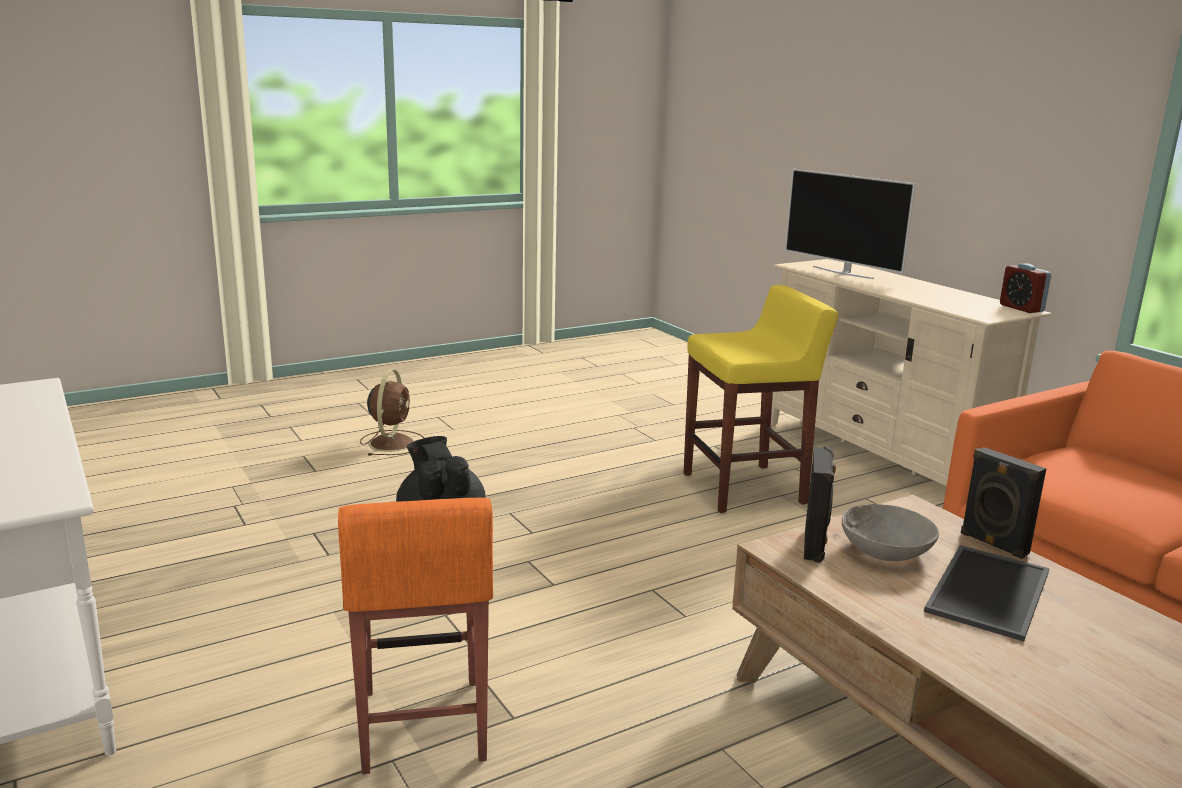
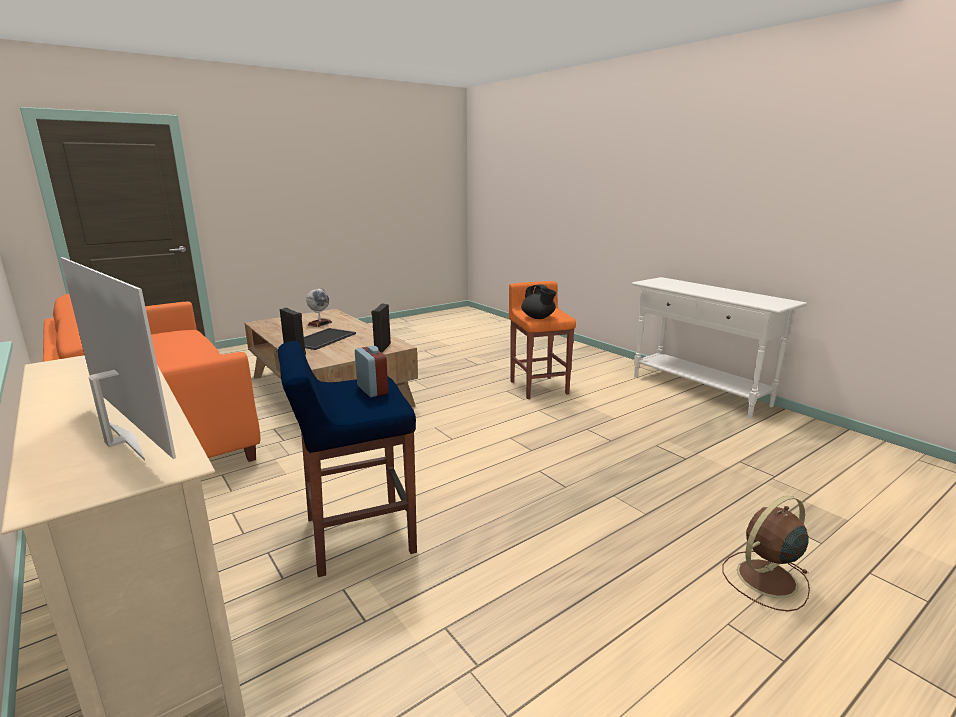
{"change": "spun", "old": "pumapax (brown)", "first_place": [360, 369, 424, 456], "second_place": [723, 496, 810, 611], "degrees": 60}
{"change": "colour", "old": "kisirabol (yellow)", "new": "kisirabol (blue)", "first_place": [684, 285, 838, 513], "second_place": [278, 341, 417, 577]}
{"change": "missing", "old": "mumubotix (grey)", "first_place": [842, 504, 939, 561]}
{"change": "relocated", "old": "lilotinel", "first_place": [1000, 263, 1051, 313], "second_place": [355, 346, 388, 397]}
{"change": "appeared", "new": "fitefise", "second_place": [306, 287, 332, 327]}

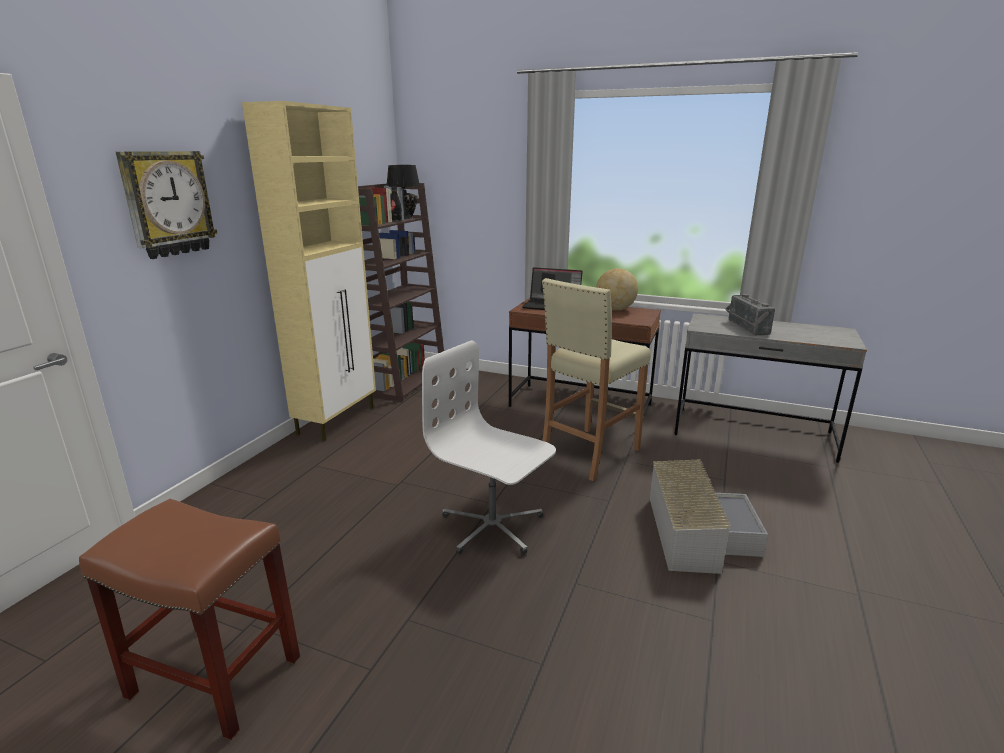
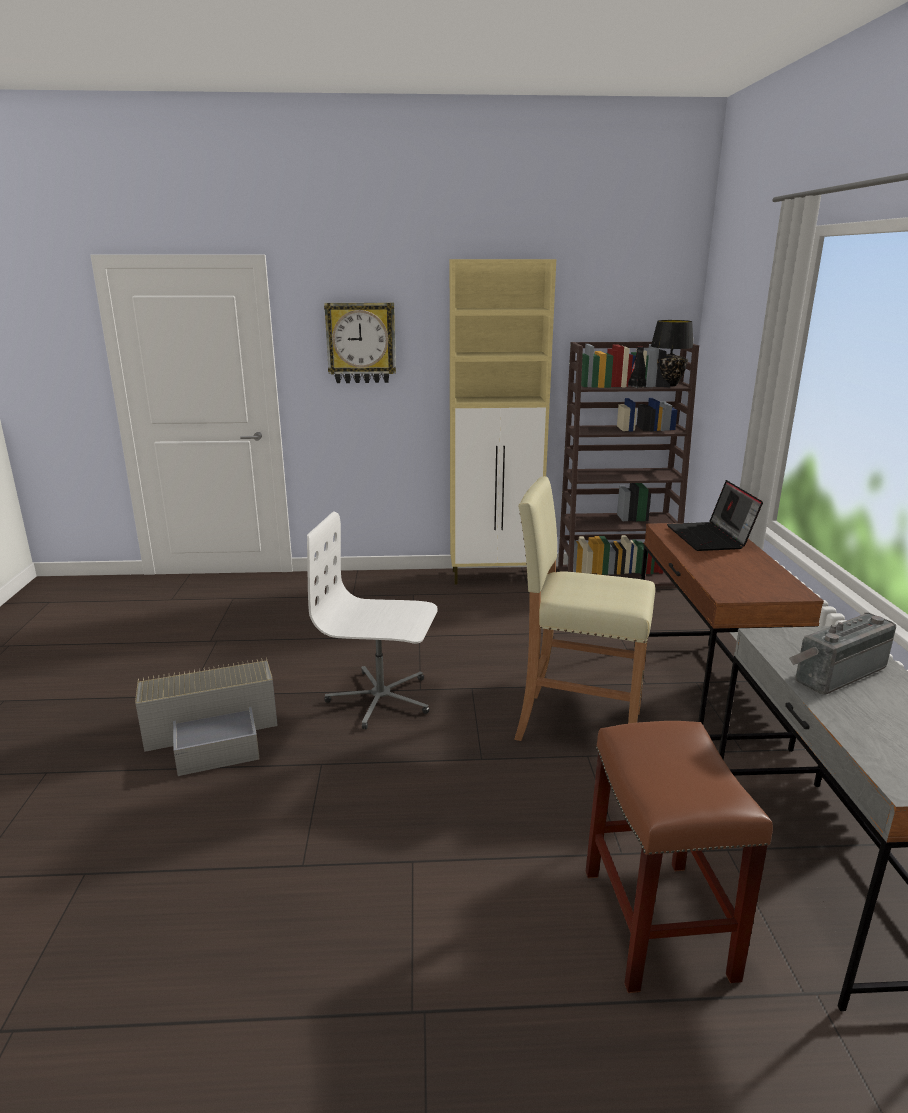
{"change": "relocated", "old": "kisirabol (brown)", "first_place": [79, 499, 300, 740], "second_place": [585, 721, 773, 993]}
{"change": "spun", "old": "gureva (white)", "first_place": [422, 340, 556, 555], "second_place": [307, 511, 438, 729], "degrees": -90}
{"change": "missing", "old": "fitefise", "first_place": [596, 268, 638, 310]}
{"change": "relocated", "old": "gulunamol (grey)", "first_place": [650, 459, 768, 574], "second_place": [135, 657, 278, 776]}

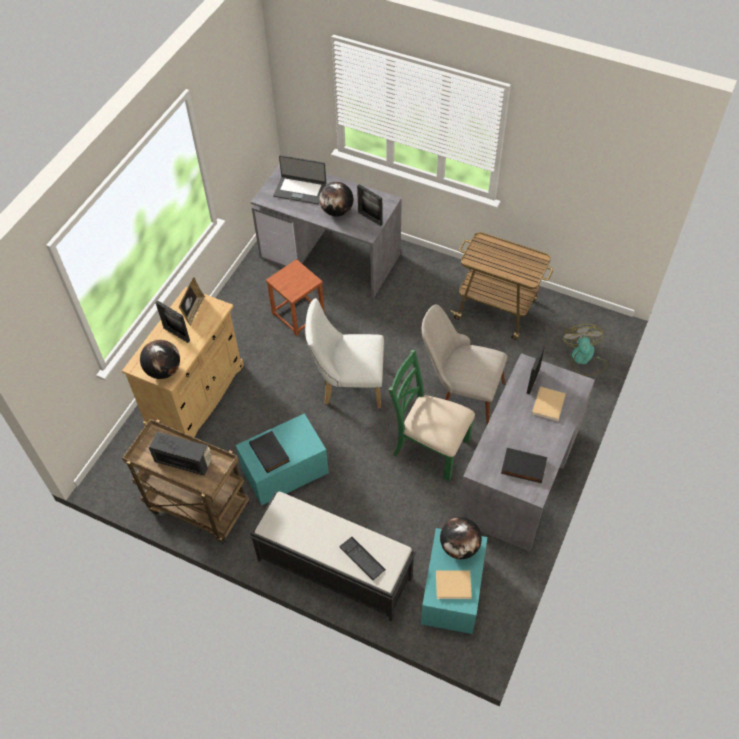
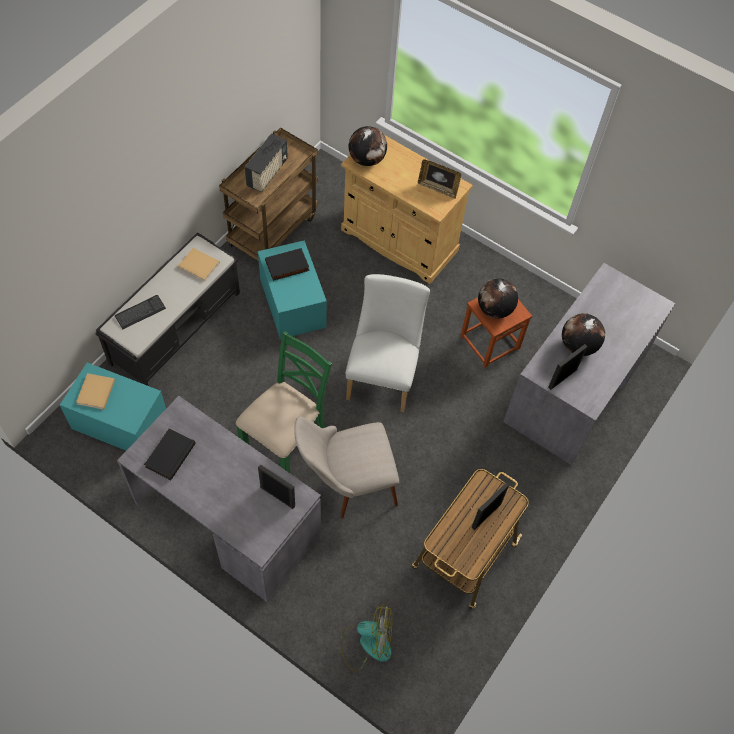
{"change": "relocated", "old": "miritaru", "first_place": [156, 301, 190, 343], "second_place": [471, 483, 509, 530]}
{"change": "missing", "old": "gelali", "first_place": [273, 155, 326, 204]}
{"change": "spun", "old": "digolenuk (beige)", "first_place": [422, 304, 507, 425], "second_place": [294, 417, 399, 519], "degrees": -135}
{"change": "relocated", "old": "fitefise", "first_place": [440, 517, 482, 560], "second_place": [478, 278, 518, 319]}
{"change": "relocated", "old": "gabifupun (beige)", "first_place": [532, 387, 566, 421], "second_place": [178, 248, 220, 282]}

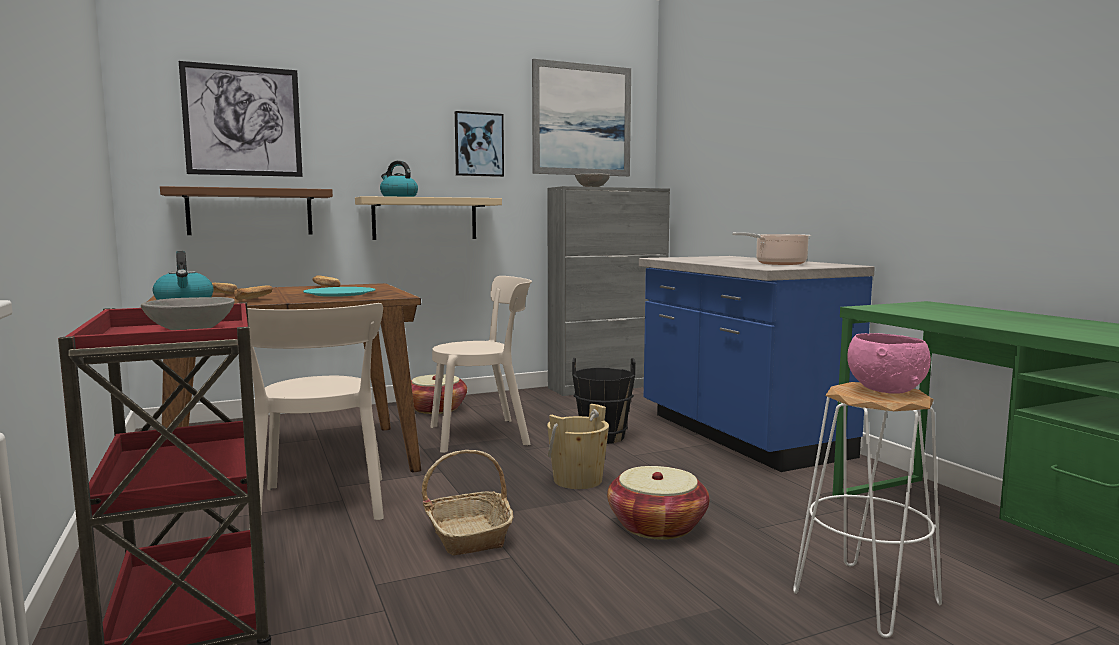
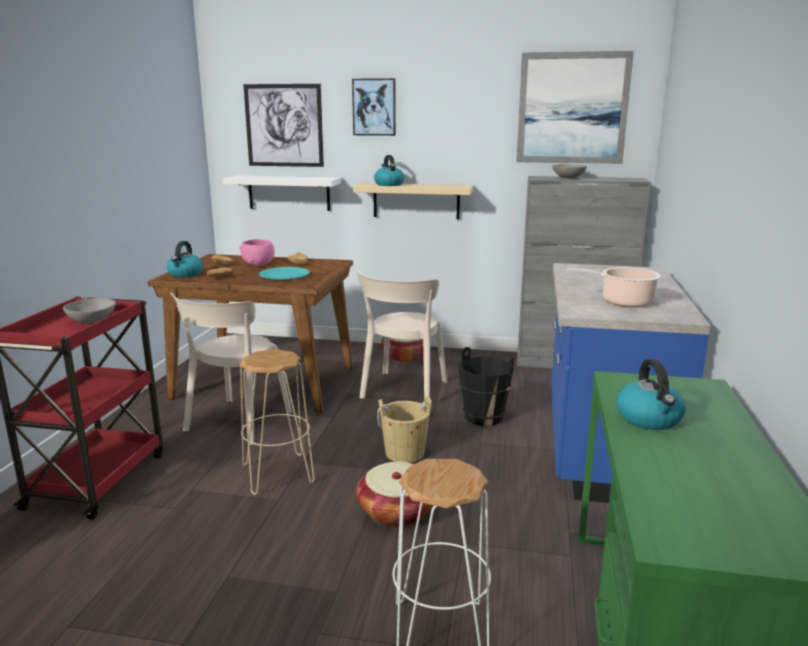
{"change": "colour", "old": "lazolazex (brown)", "new": "lazolazex (white)", "first_place": [160, 186, 333, 235], "second_place": [223, 175, 341, 211]}
{"change": "exchanged", "old": "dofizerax", "new": "kisirabol (beige)", "first_place": [422, 450, 513, 556], "second_place": [240, 349, 315, 495]}
{"change": "spun", "old": "digolenuk (beige)", "first_place": [431, 276, 532, 453], "second_place": [357, 273, 447, 399], "degrees": 90}
{"change": "relocated", "old": "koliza", "first_place": [455, 111, 504, 177], "second_place": [352, 78, 396, 136]}
{"change": "relocated", "old": "mumubotix (pink)", "first_place": [847, 333, 931, 394], "second_place": [239, 239, 274, 267]}
{"change": "appeared", "new": "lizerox", "second_place": [616, 359, 686, 430]}

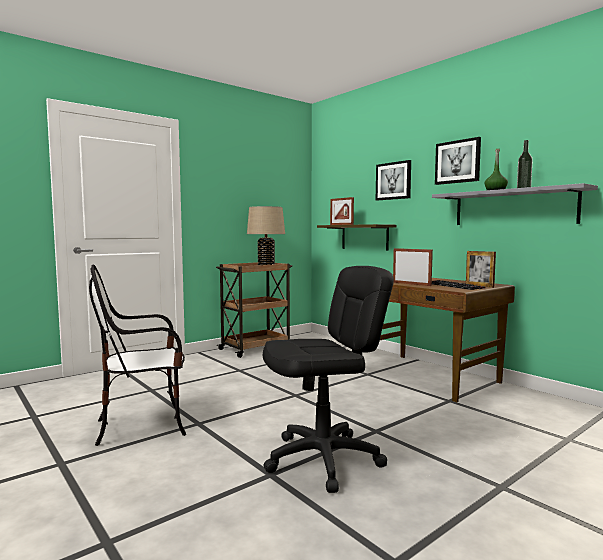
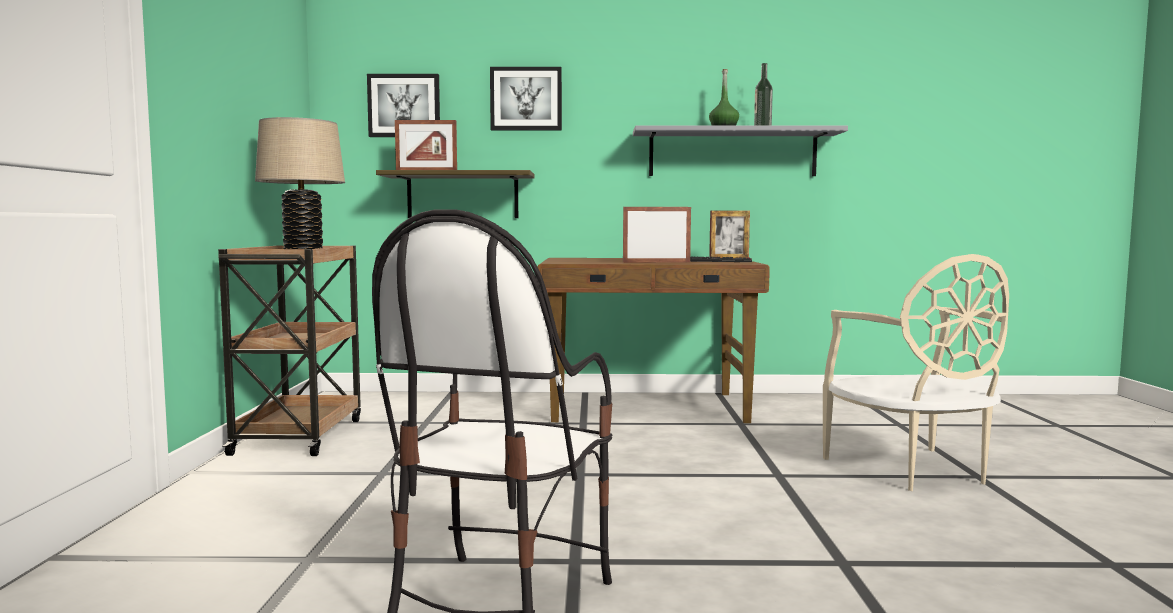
{"change": "missing", "old": "gureva (black)", "first_place": [263, 266, 394, 493]}
{"change": "relocated", "old": "koliza", "first_place": [435, 137, 481, 185], "second_place": [367, 74, 440, 137]}
{"change": "appeared", "new": "digolenuk (beige)", "second_place": [823, 254, 1009, 491]}

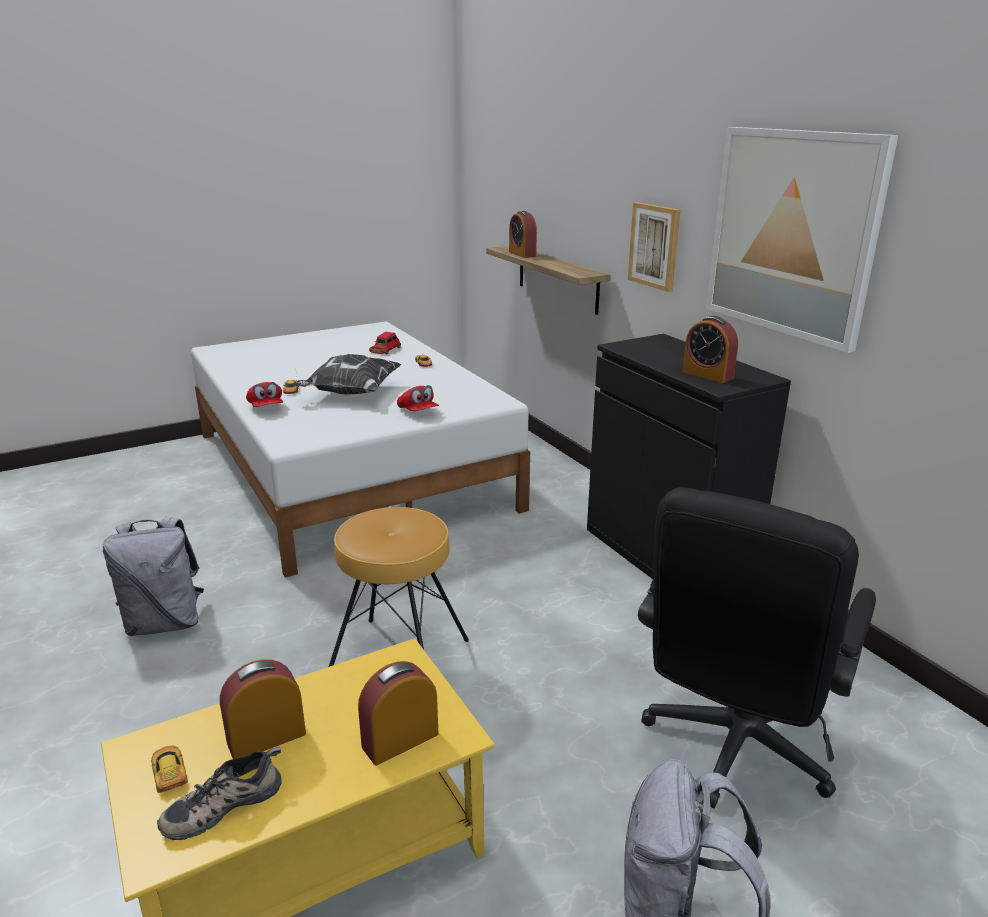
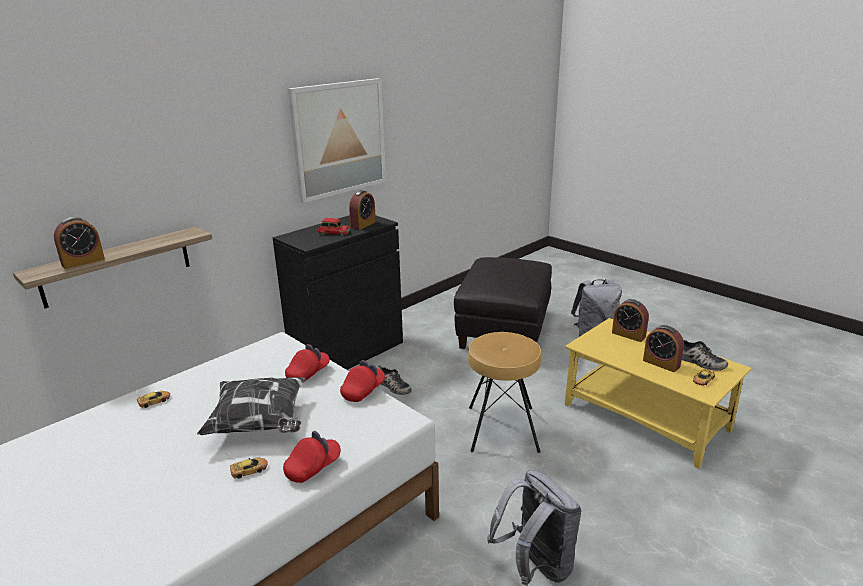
{"change": "relocated", "old": "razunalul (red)", "first_place": [369, 332, 401, 354], "second_place": [318, 218, 351, 236]}
{"change": "missing", "old": "koliza", "first_place": [628, 202, 680, 292]}
{"change": "exchanged", "old": "gureva (black)", "new": "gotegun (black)", "first_place": [638, 487, 876, 809], "second_place": [454, 257, 552, 349]}
{"change": "appeared", "new": "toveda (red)", "second_place": [340, 360, 385, 402]}
{"change": "appeared", "new": "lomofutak", "second_place": [378, 365, 412, 395]}

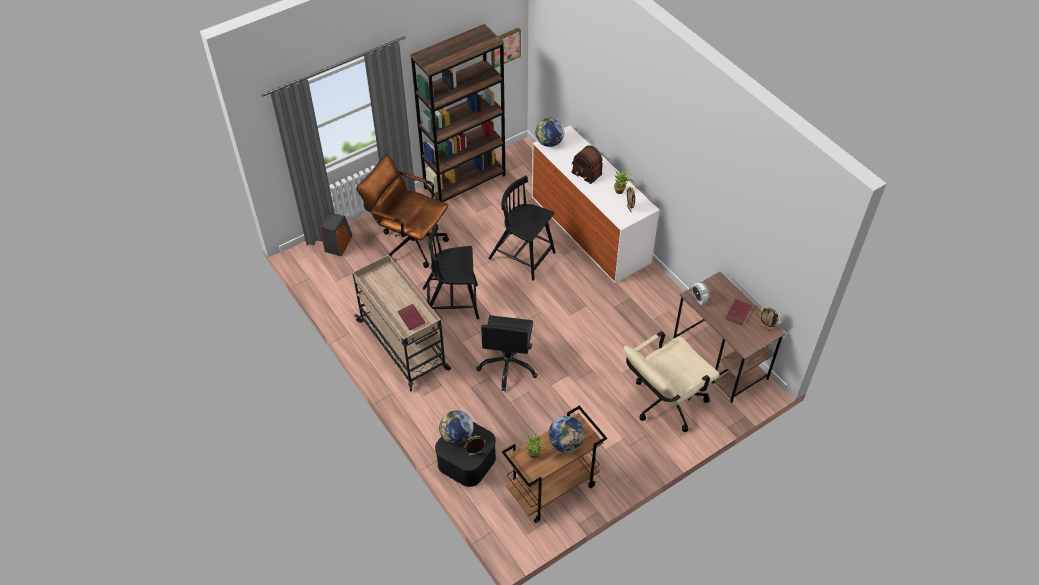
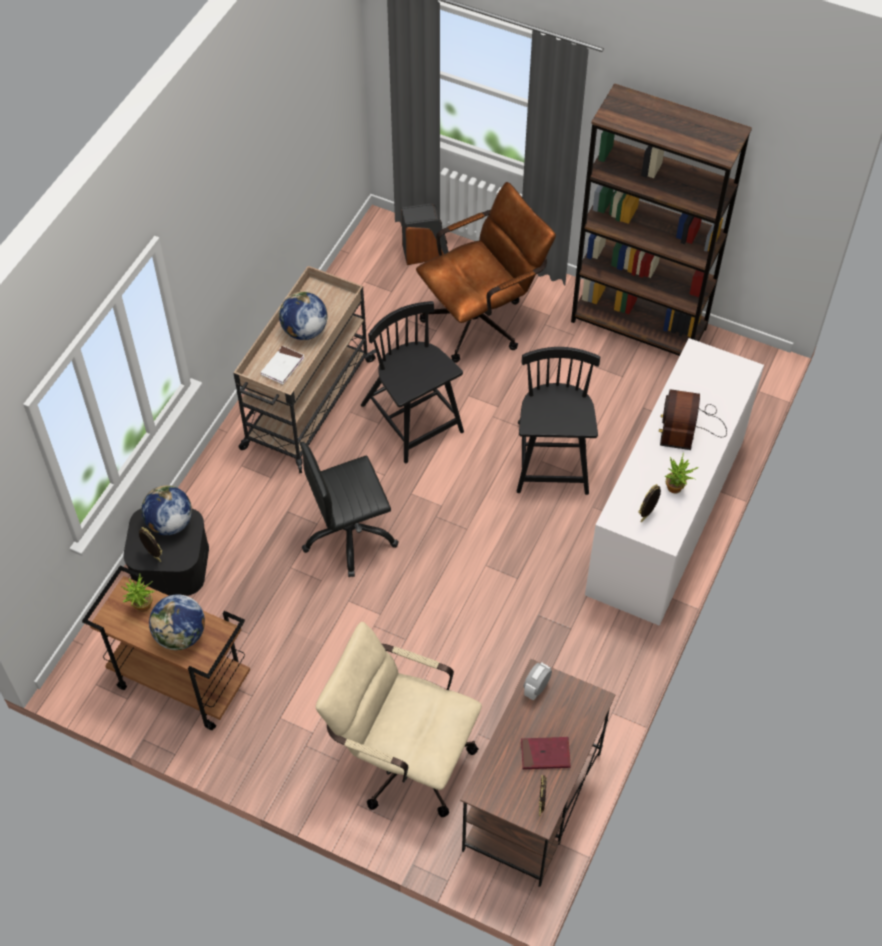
{"change": "spun", "old": "gureva (brown)", "first_place": [357, 154, 449, 268], "second_place": [416, 182, 556, 363], "degrees": 60}
{"change": "colour", "old": "gabifupun (red)", "new": "gabifupun (white)", "first_place": [397, 304, 425, 330], "second_place": [260, 346, 305, 384]}
{"change": "missing", "old": "koliza", "first_place": [491, 28, 521, 68]}
{"change": "relocated", "old": "fitefise", "first_place": [535, 118, 565, 147], "second_place": [279, 292, 328, 340]}

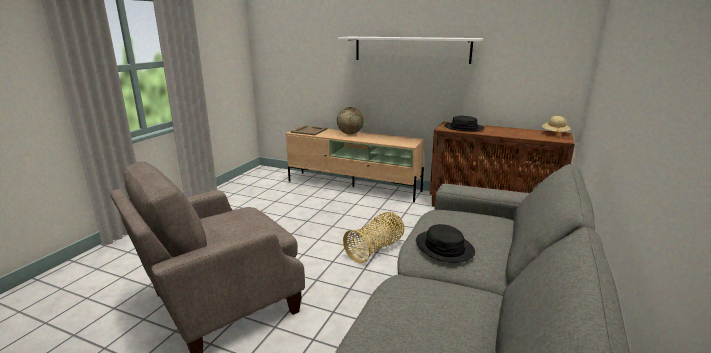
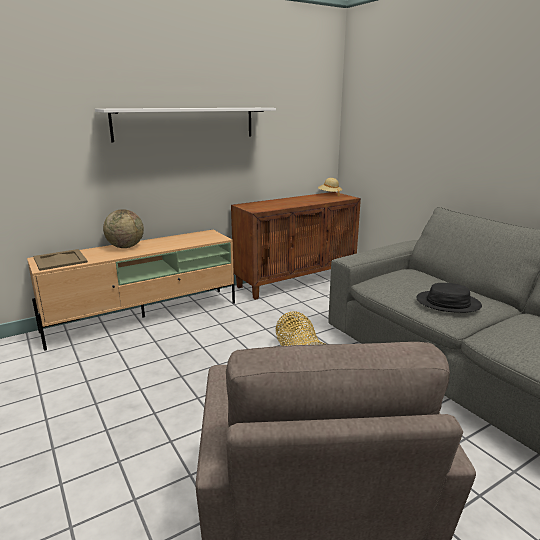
{"change": "missing", "old": "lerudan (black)", "first_place": [445, 116, 485, 132]}

